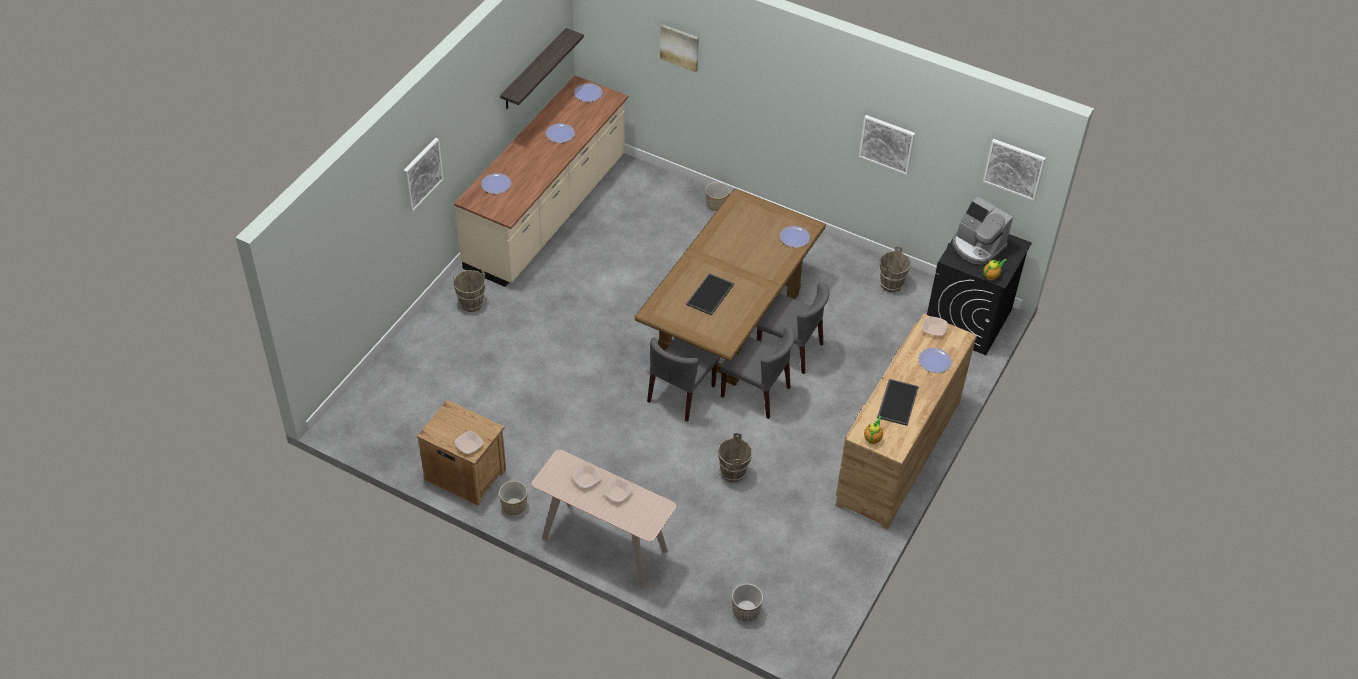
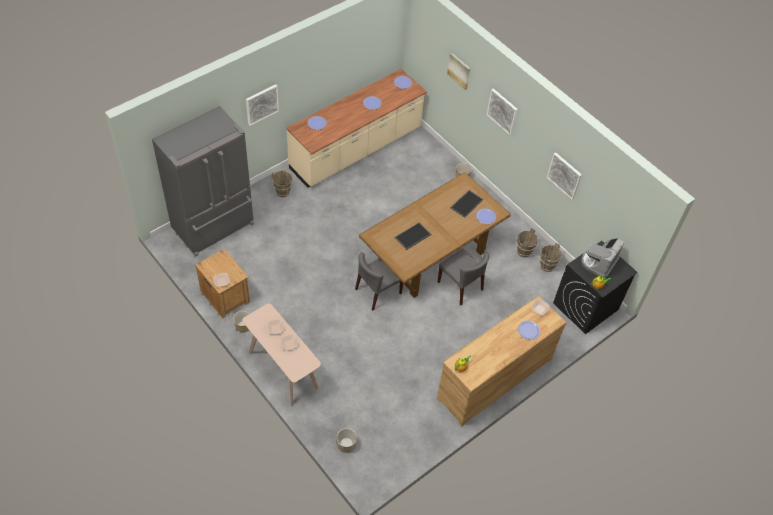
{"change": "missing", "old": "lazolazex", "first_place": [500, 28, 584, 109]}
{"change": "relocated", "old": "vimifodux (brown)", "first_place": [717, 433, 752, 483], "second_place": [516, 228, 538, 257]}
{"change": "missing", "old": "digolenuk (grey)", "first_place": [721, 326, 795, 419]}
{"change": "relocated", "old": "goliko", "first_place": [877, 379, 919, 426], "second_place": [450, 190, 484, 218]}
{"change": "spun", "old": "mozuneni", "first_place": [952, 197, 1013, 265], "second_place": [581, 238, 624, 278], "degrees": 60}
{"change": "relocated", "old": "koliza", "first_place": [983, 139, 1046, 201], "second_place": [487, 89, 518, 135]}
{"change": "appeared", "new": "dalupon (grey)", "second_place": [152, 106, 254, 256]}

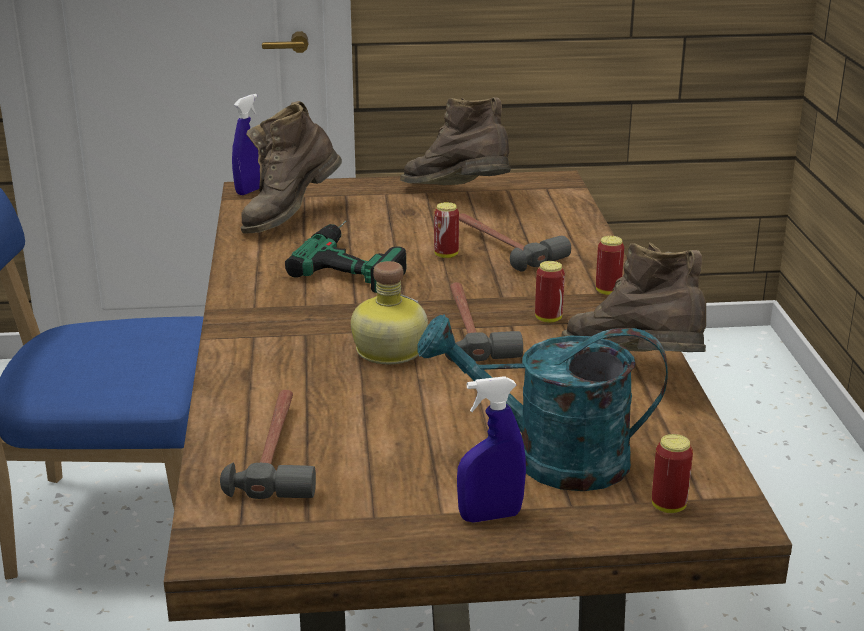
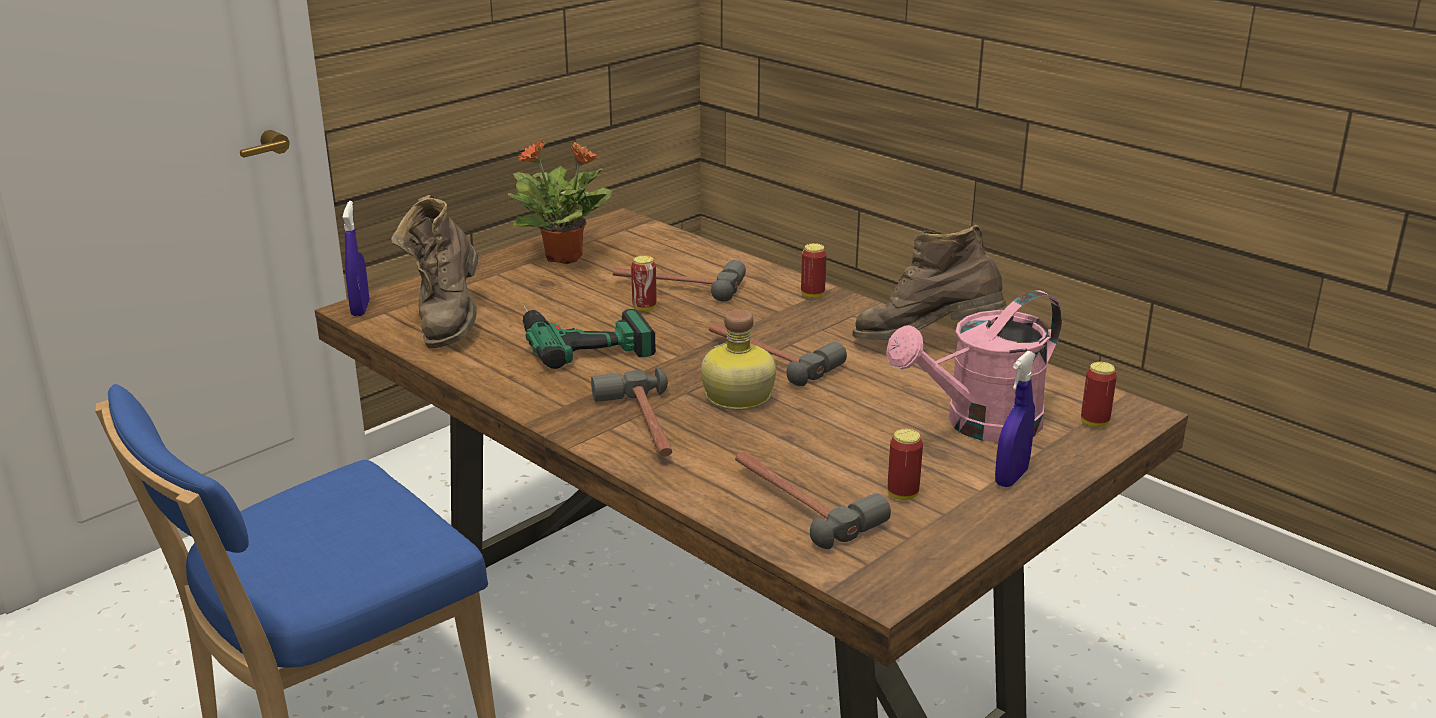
{"change": "exchanged", "old": "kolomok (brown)", "new": "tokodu", "first_place": [400, 97, 511, 185], "second_place": [507, 140, 613, 264]}
{"change": "colour", "old": "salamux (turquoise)", "new": "salamux (pink)", "first_place": [418, 315, 668, 491], "second_place": [886, 290, 1062, 442]}
{"change": "relocated", "old": "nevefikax", "first_place": [535, 261, 565, 322], "second_place": [888, 429, 923, 500]}
{"change": "appeared", "new": "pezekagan", "second_place": [591, 368, 672, 456]}

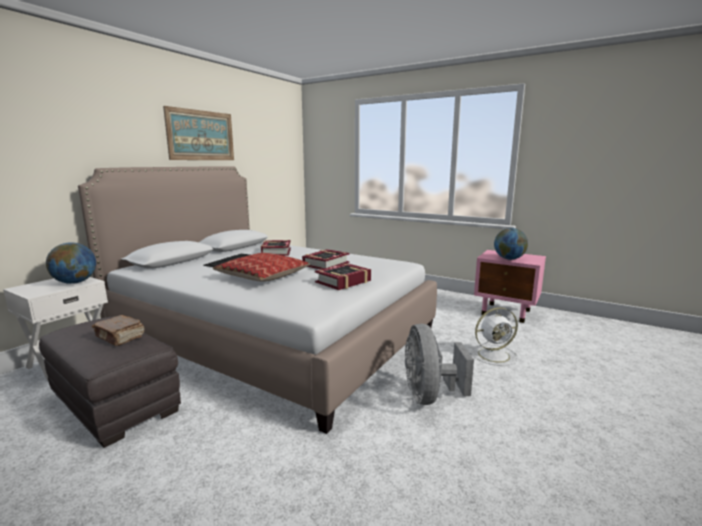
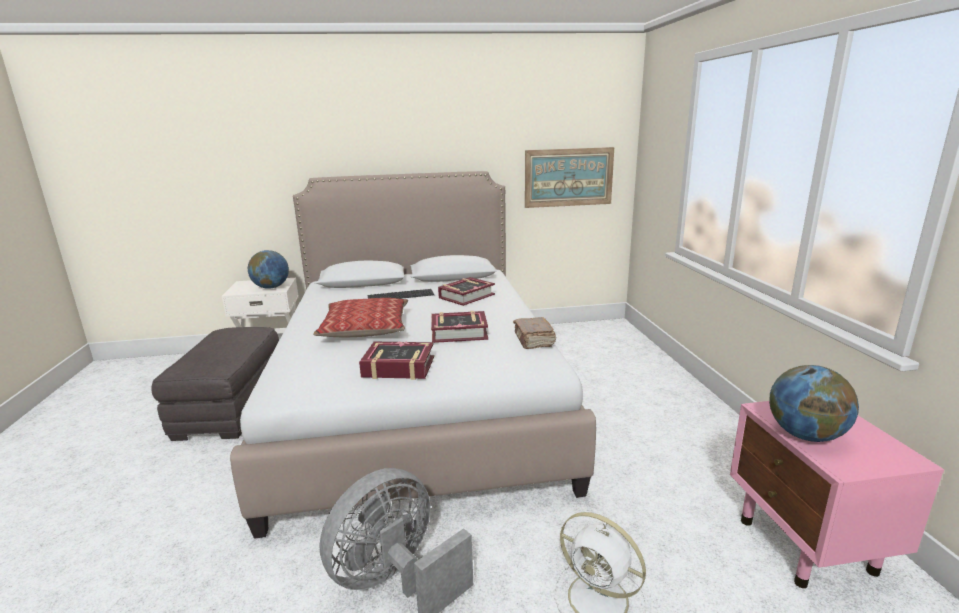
{"change": "relocated", "old": "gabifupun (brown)", "first_place": [92, 315, 145, 346], "second_place": [513, 317, 556, 349]}
{"change": "relocated", "old": "koliza", "first_place": [163, 106, 234, 160], "second_place": [525, 147, 614, 208]}

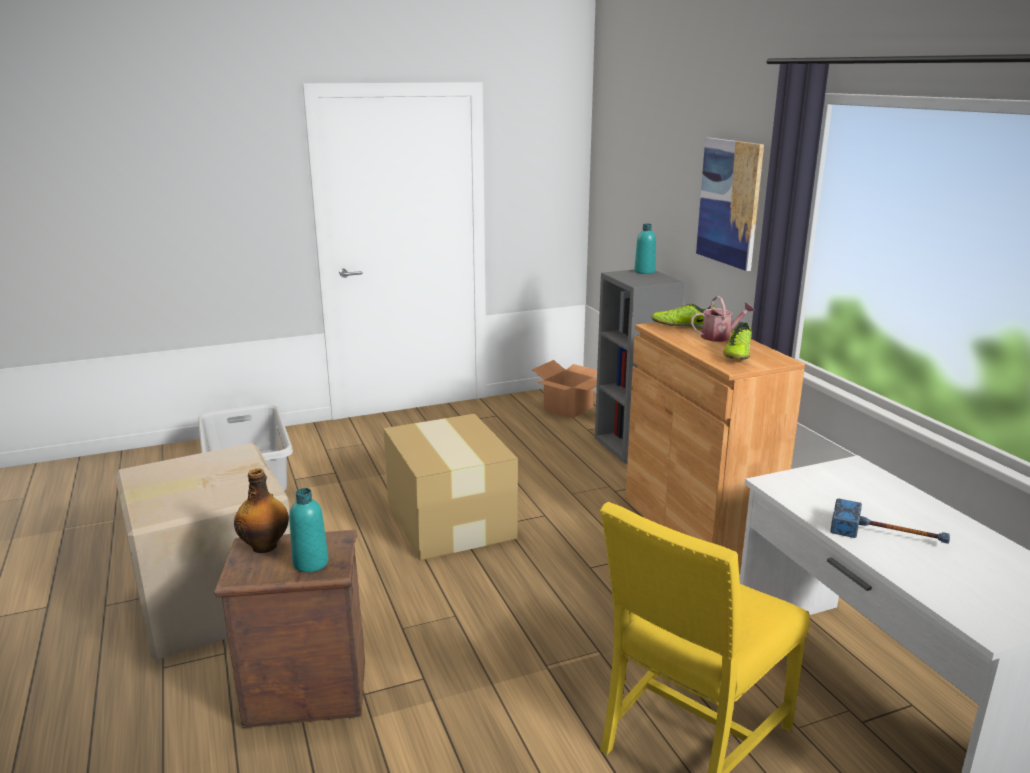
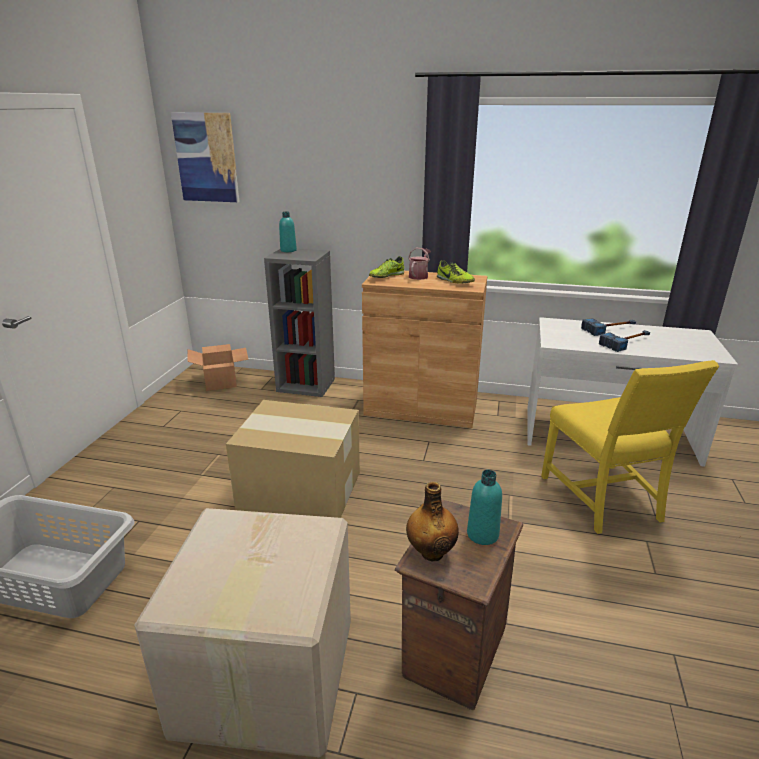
{"change": "relocated", "old": "koliza", "first_place": [696, 138, 764, 271], "second_place": [171, 113, 240, 202]}
{"change": "appeared", "new": "pezekagan", "second_place": [581, 318, 636, 336]}

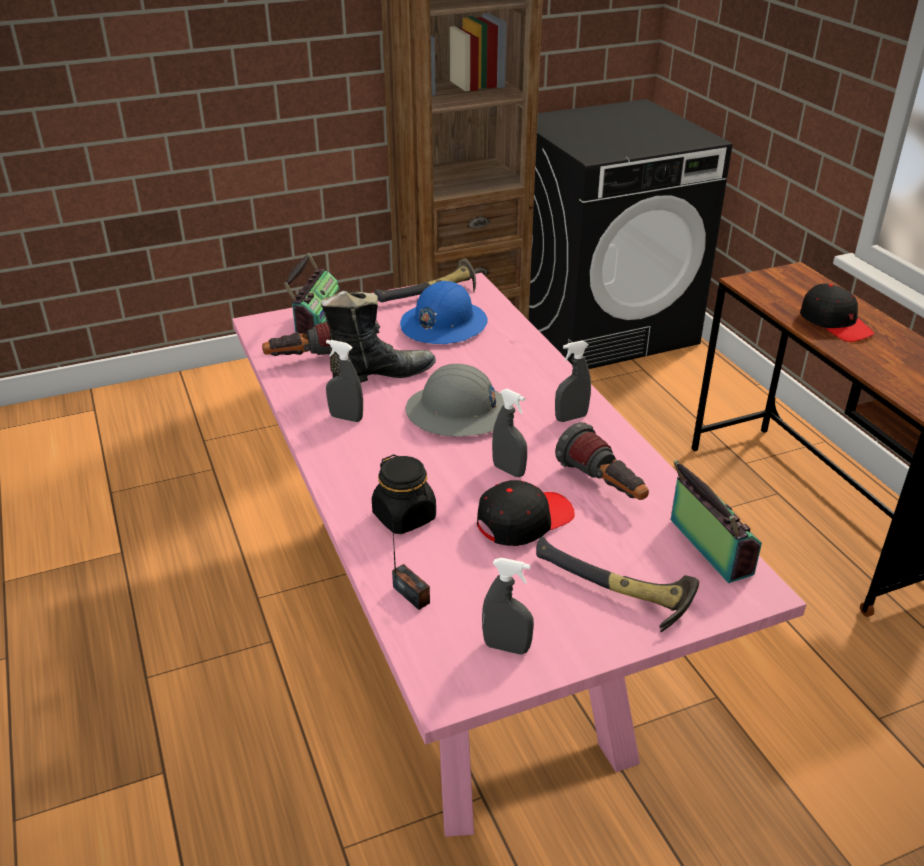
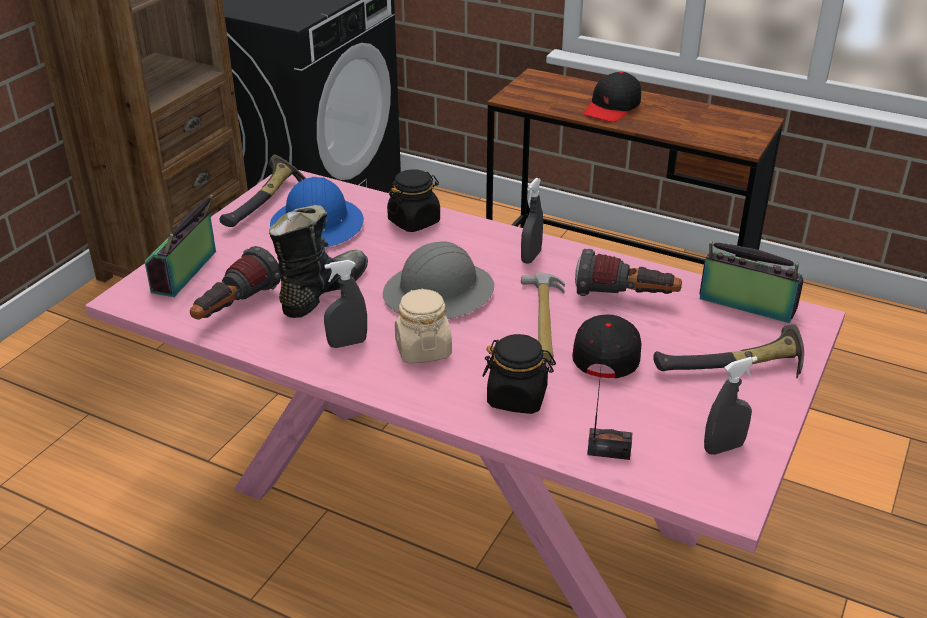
{"change": "spun", "old": "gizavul", "first_place": [284, 253, 339, 334], "second_place": [145, 195, 216, 297], "degrees": -135}
{"change": "exchanged", "old": "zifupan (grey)", "new": "pezekagan", "first_place": [492, 389, 527, 477], "second_place": [521, 272, 565, 362]}
{"change": "spun", "old": "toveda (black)", "first_place": [800, 284, 875, 342], "second_place": [584, 72, 641, 122], "degrees": 105}
{"change": "appeared", "new": "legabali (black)", "second_place": [387, 169, 440, 232]}
{"change": "appeared", "new": "legabali (beige)", "second_place": [395, 289, 452, 364]}

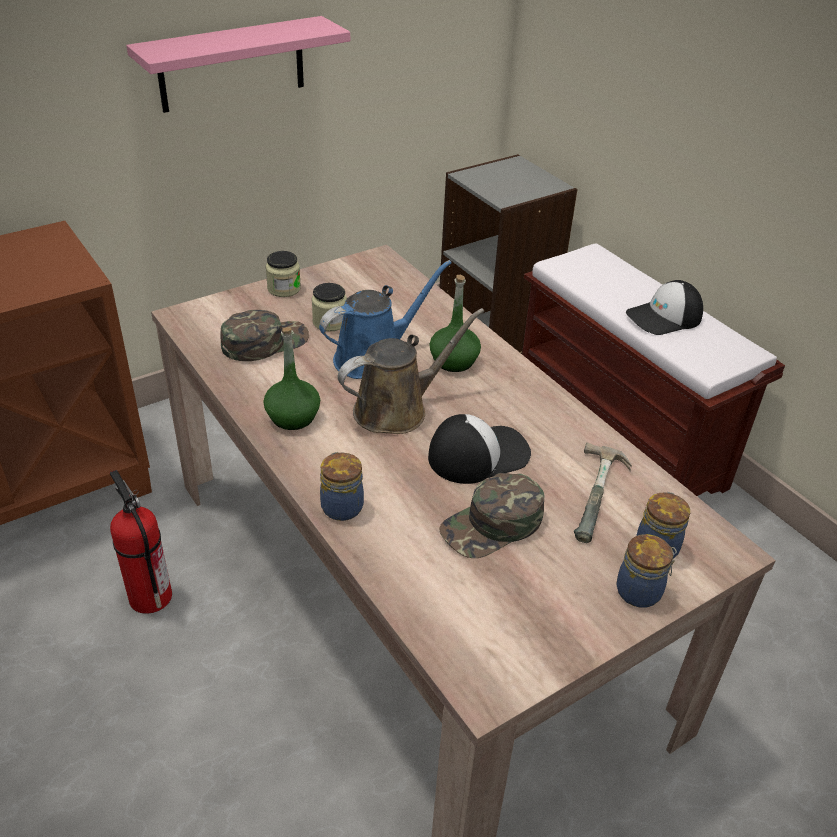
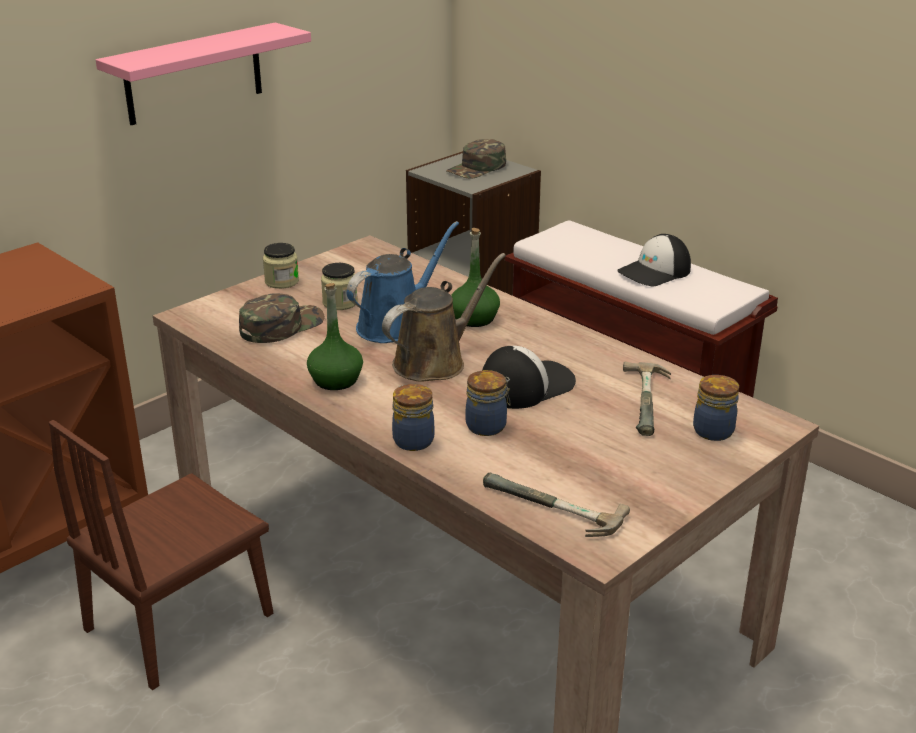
{"change": "exchanged", "old": "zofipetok", "new": "digolenuk (brown)", "first_place": [110, 470, 172, 614], "second_place": [49, 420, 273, 690]}
{"change": "relocated", "old": "toveda (green)", "first_place": [439, 473, 544, 558], "second_place": [446, 139, 506, 179]}
{"change": "relocated", "old": "legabali", "first_place": [616, 534, 677, 608], "second_place": [466, 370, 510, 436]}
{"change": "appeared", "new": "pezekagan", "second_place": [483, 473, 630, 537]}

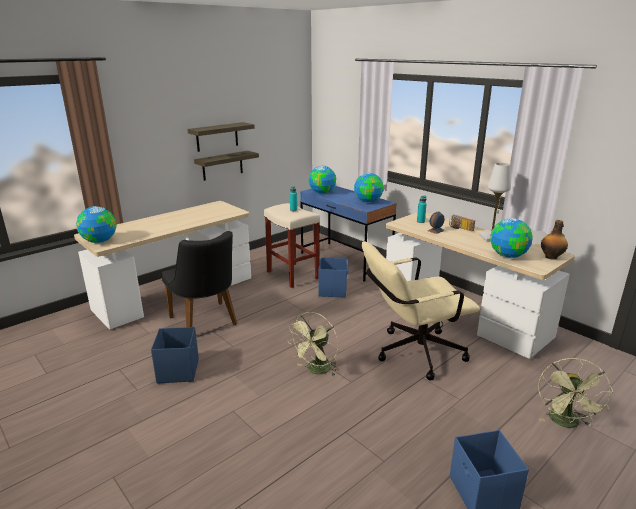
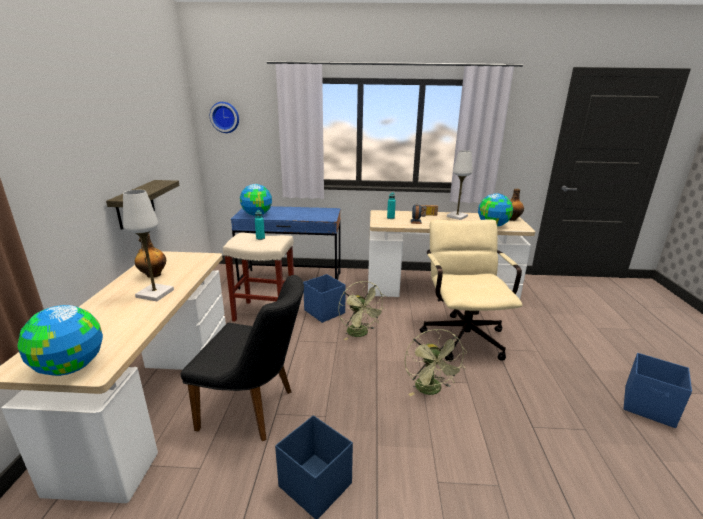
{"change": "missing", "old": "lazolazex", "first_place": [187, 122, 255, 152]}
{"change": "missing", "old": "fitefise", "first_place": [354, 173, 384, 203]}
{"change": "spun", "old": "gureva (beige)", "first_place": [362, 241, 480, 380], "second_place": [420, 219, 523, 362], "degrees": 150}
{"change": "relocated", "old": "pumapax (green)", "first_place": [538, 358, 613, 428], "second_place": [338, 281, 386, 341]}
{"change": "appeared", "new": "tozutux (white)", "second_place": [123, 190, 174, 301]}
{"change": "appeared", "new": "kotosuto", "second_place": [135, 234, 166, 278]}
{"change": "appeared", "new": "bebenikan", "second_place": [210, 102, 239, 133]}

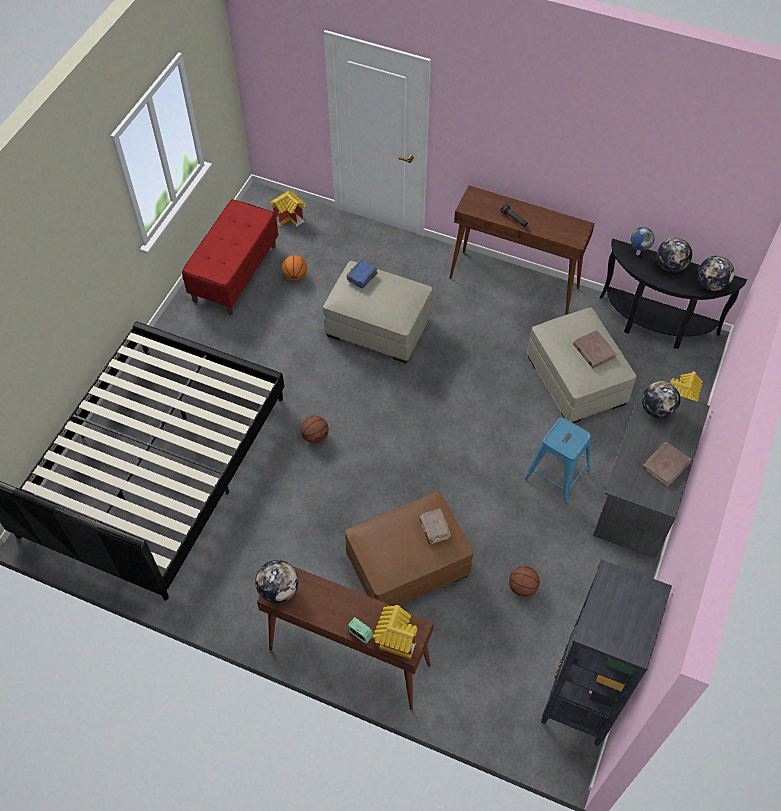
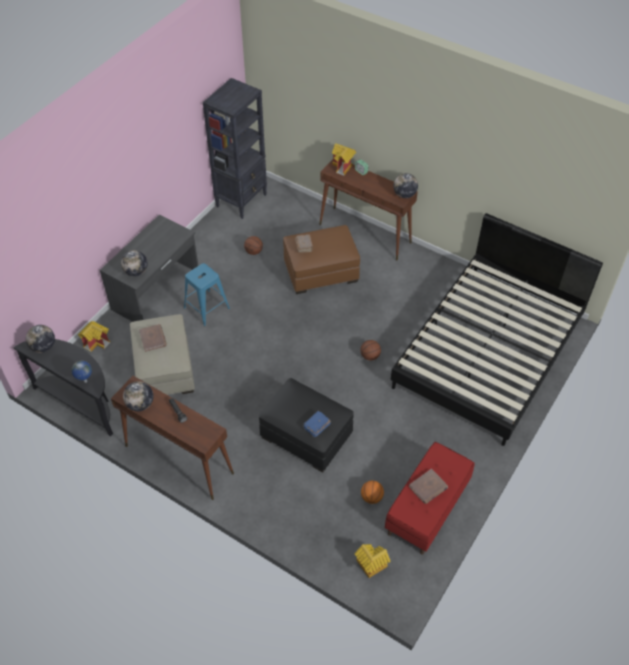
{"change": "colour", "old": "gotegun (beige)", "new": "gotegun (black)", "first_place": [323, 261, 433, 363], "second_place": [259, 378, 354, 472]}
{"change": "relocated", "old": "gabifupun (brown)", "first_place": [642, 442, 692, 487], "second_place": [409, 469, 448, 504]}
{"change": "relocated", "old": "fitefise", "first_place": [657, 237, 692, 272], "second_place": [123, 381, 154, 411]}

